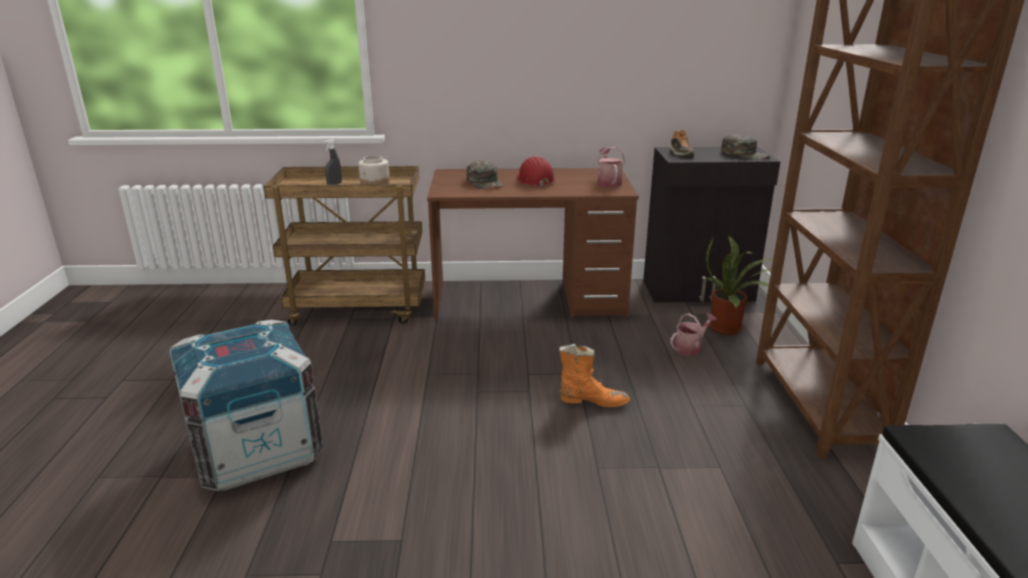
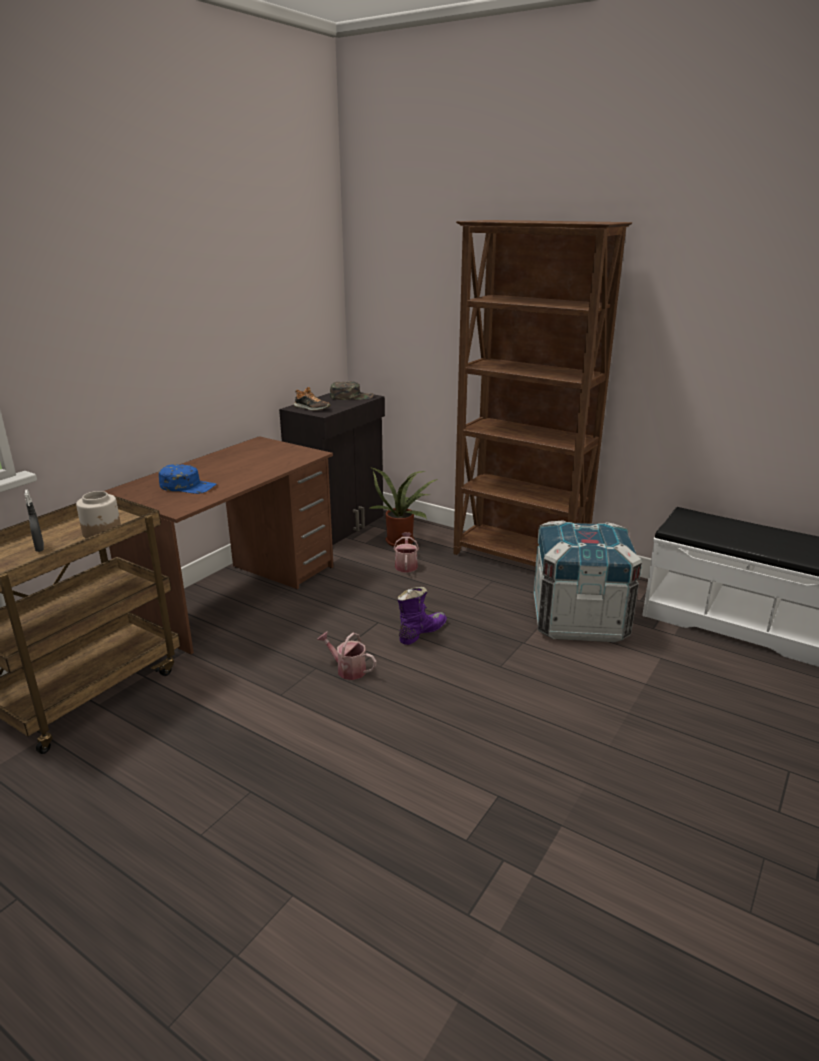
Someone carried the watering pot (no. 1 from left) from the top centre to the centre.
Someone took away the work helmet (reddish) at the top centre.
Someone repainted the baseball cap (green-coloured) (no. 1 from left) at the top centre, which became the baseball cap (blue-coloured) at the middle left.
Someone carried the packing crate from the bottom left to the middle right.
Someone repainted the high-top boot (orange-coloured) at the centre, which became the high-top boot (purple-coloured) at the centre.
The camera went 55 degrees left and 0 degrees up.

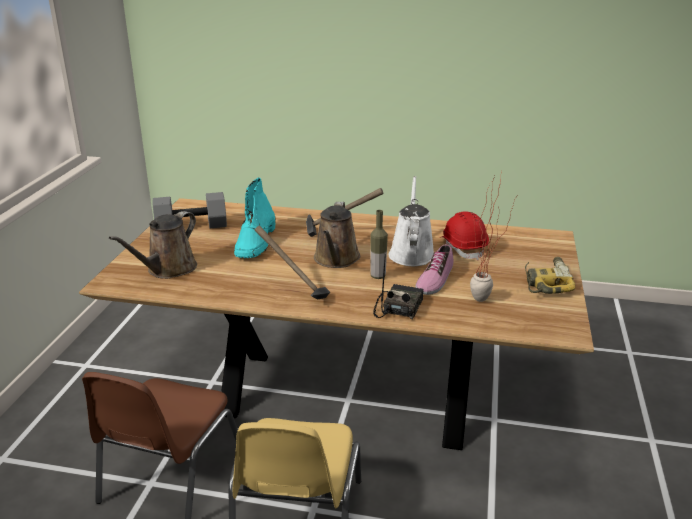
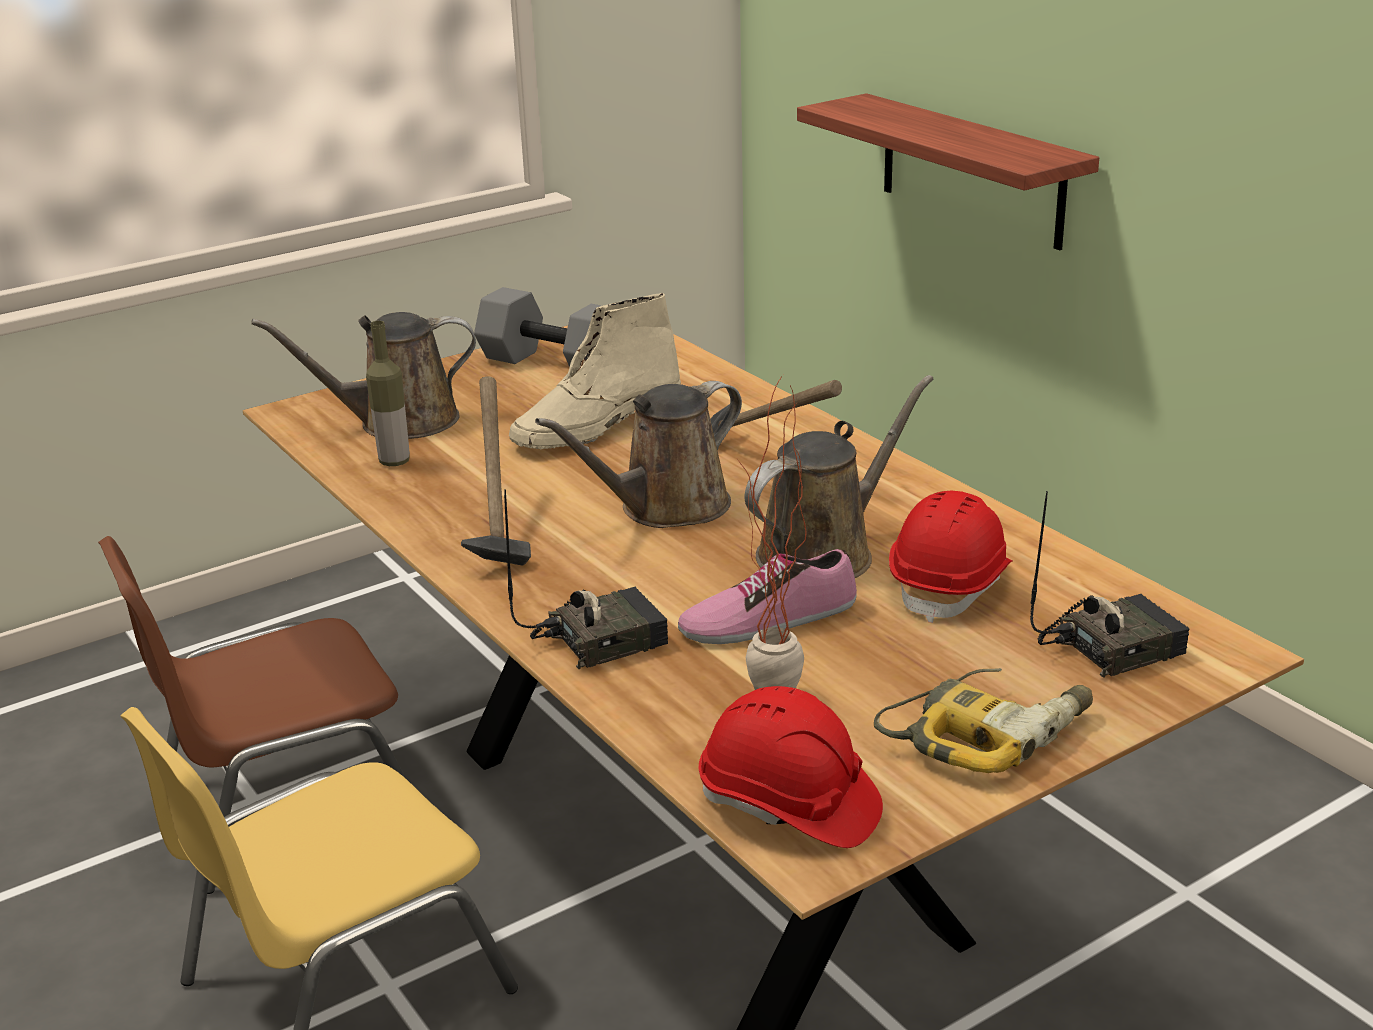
Someone repainted the watering pot (white) at the centre, which became the watering pot (brown-coloured) (no. 3 from left) at the centre.
Someone repainted the high-top boot (blue-green) at the centre, which became the high-top boot (beige) at the centre.
Someone carried the drink bottle from the centre to the middle left.
Someone put up the shelf at the top right.
Someone put down the radio set (no. 2 from left) at the middle right.
Someone put down the work helmet (reddish) (no. 1 from left) at the bottom centre.
The camera went 45 degrees right and 0 degrees up.

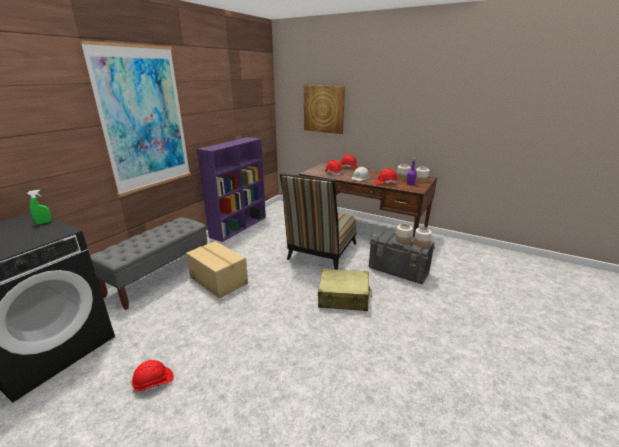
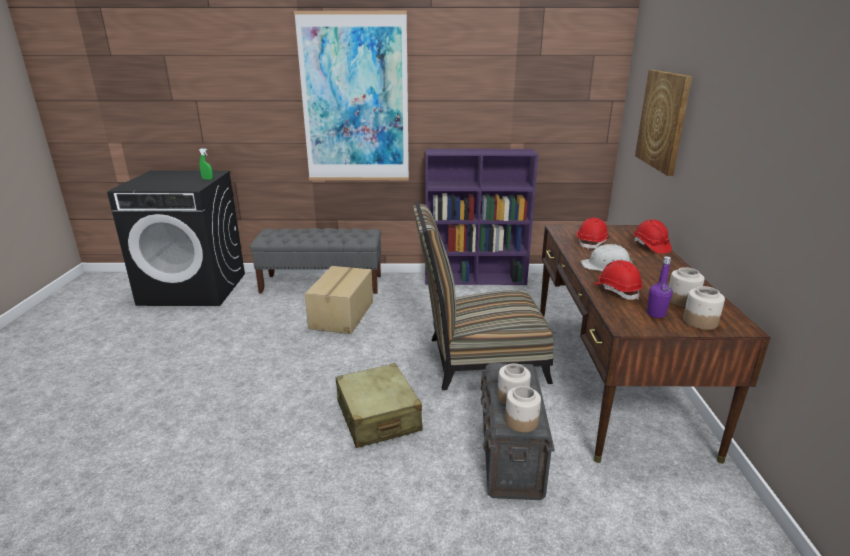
Someone took away the work helmet (reddish) (no. 1 from left) at the bottom left.
The camera went 60 degrees right and 0 degrees up.

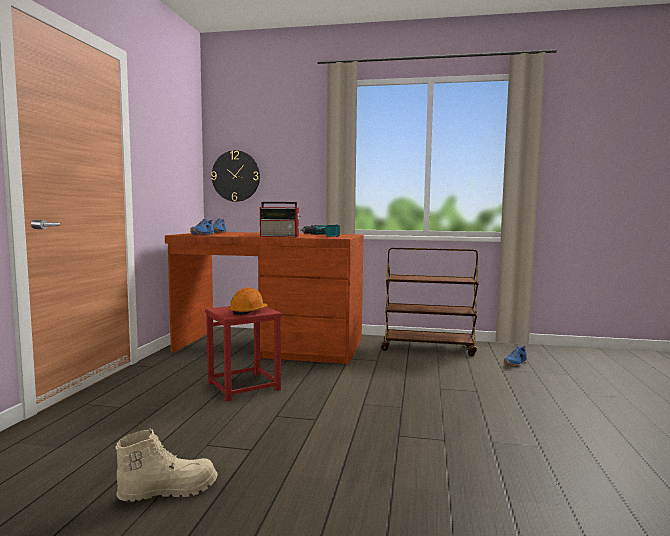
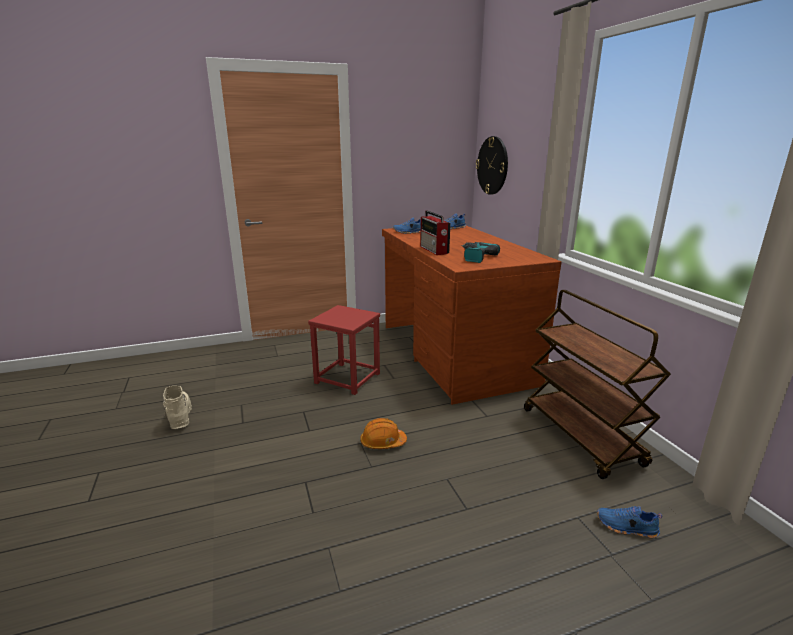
Someone carried the work helmet (orange-coloured) from the centre to the bottom centre.
Someone rotated the high-top boot (beige) at the bottom left by 150 degrees counterclockwise.
The camera went 60 degrees right and 15 degrees up.

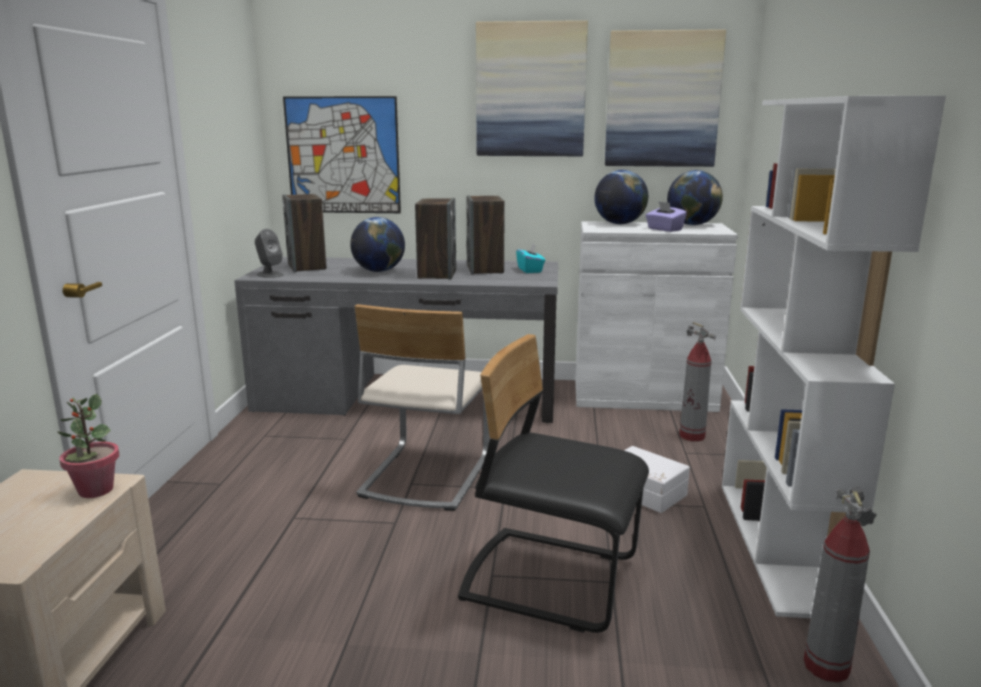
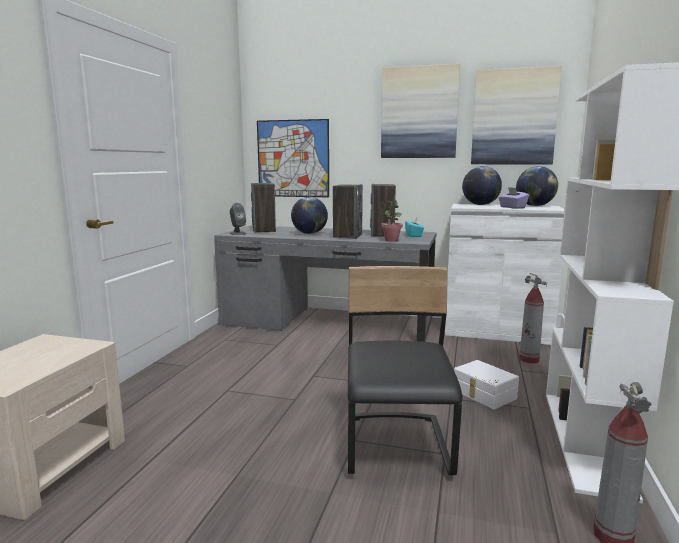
Someone took away the chair (beige) at the centre.
Someone rotated the chair (black-coloured) at the bottom centre by 60 degrees clockwise.
Someone carried the houseplant from the middle left to the centre.
The camera went 10 degrees right and 5 degrees down.

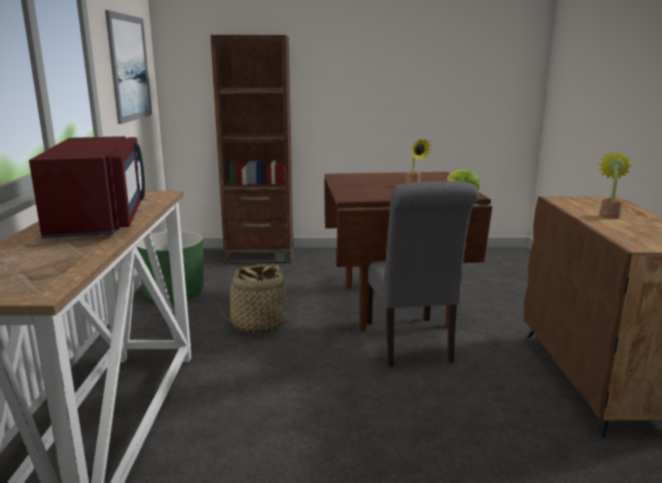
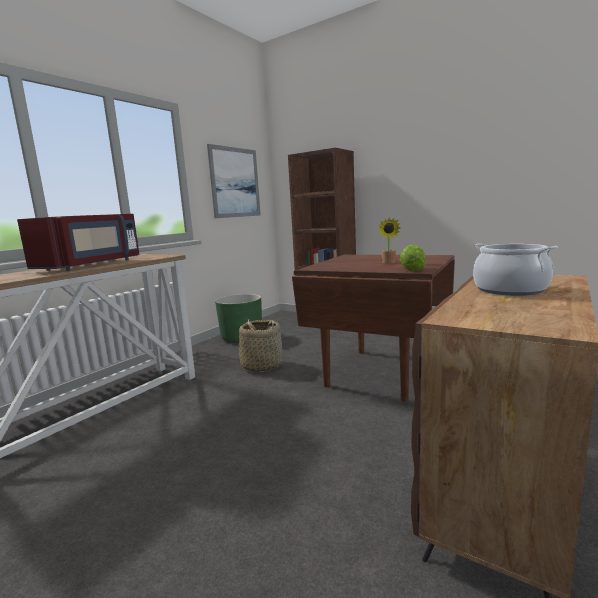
Someone swapped the houseplant (no. 2 from left) at the middle right for the cooking pot at the middle right.
Someone took away the chair (greyish) at the centre.
The camera went 35 degrees right and 5 degrees down.

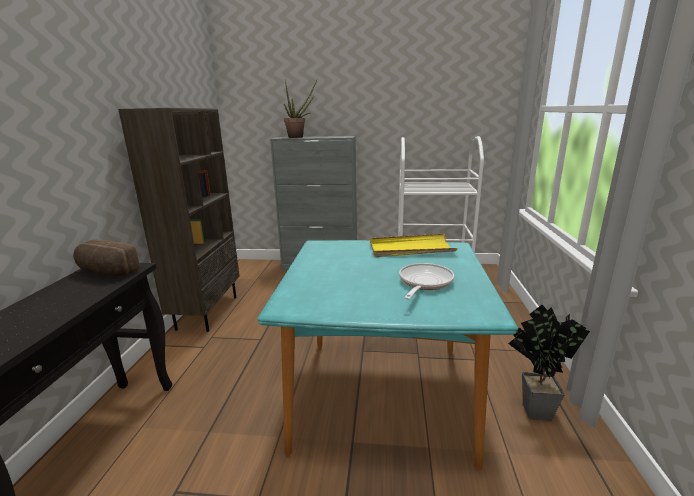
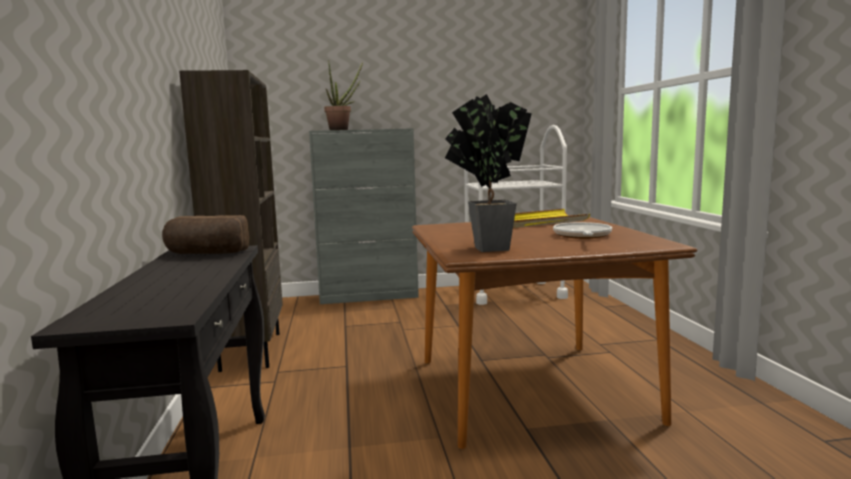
Someone repainted the dinner table (blue-green) at the bottom centre, which became the dinner table (brown-coloured) at the bottom centre.
Someone carried the houseplant (no. 2 from left) from the bottom right to the centre.
The camera went 15 degrees left and 10 degrees down.

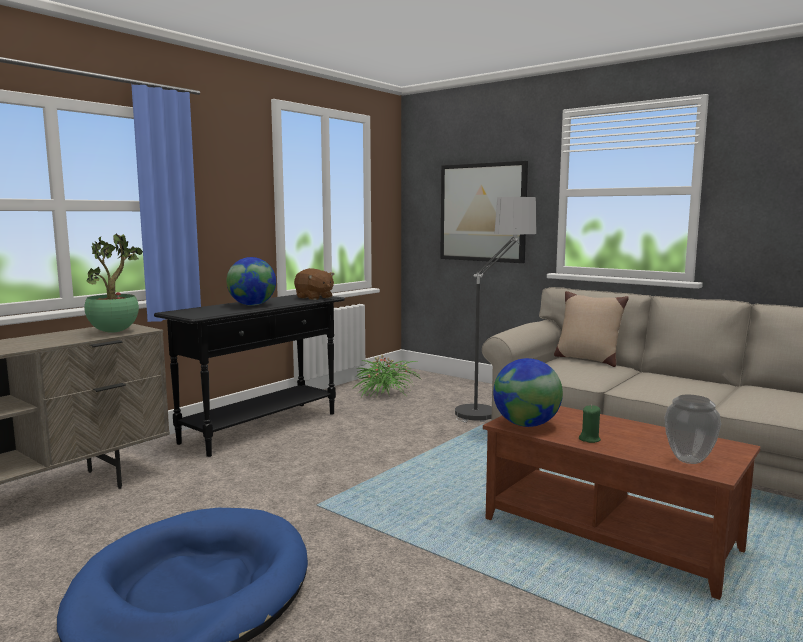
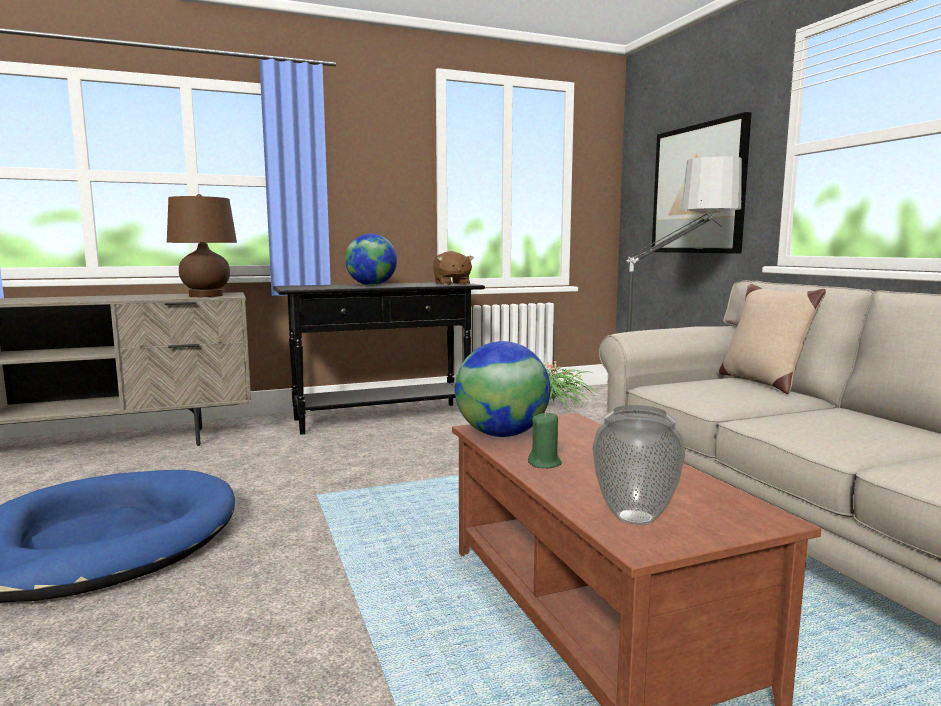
Someone swapped the houseplant (no. 1 from left) at the middle left for the lamp for a table (brown-coloured) at the middle left.
The camera went 30 degrees right and 0 degrees up.

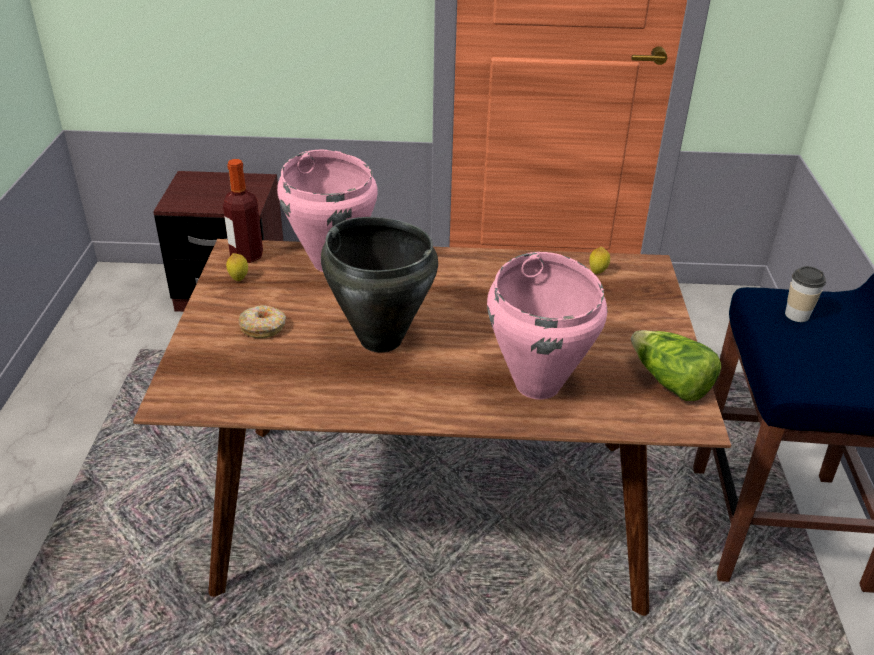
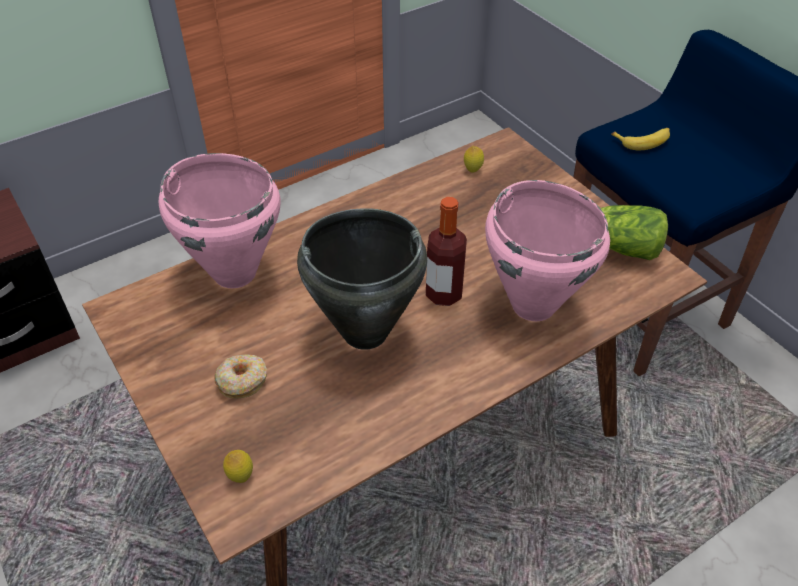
Someone carried the drink bottle from the top left to the centre.
Someone carried the citrus fruit (no. 1 from left) from the middle left to the bottom left.
Someone swapped the small cup at the middle right for the whole banana at the top right.
The camera went 35 degrees left and 10 degrees up.

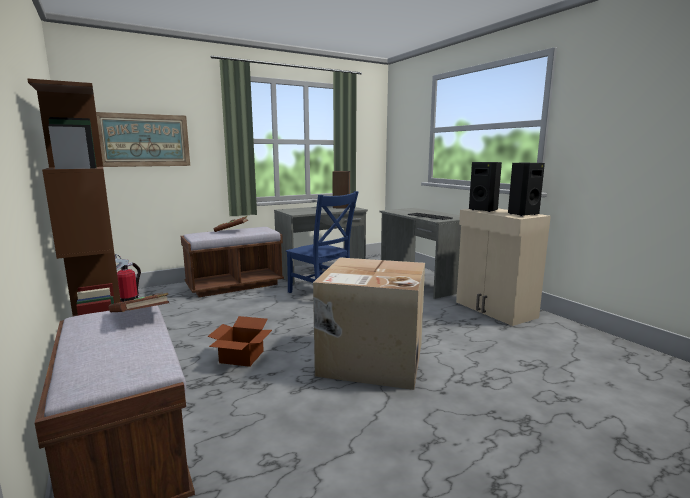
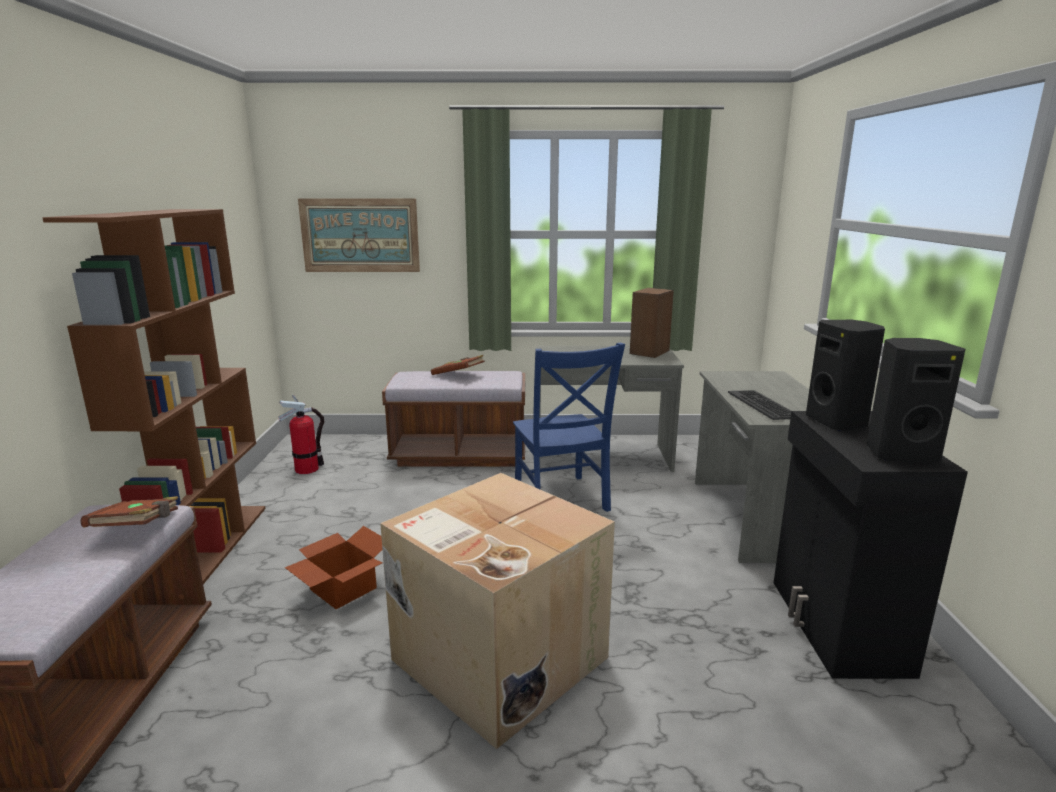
Someone repainted the cabinet (beige) at the middle right, which became the cabinet (black-coloured) at the bottom right.
The camera went 30 degrees right and 5 degrees up.

